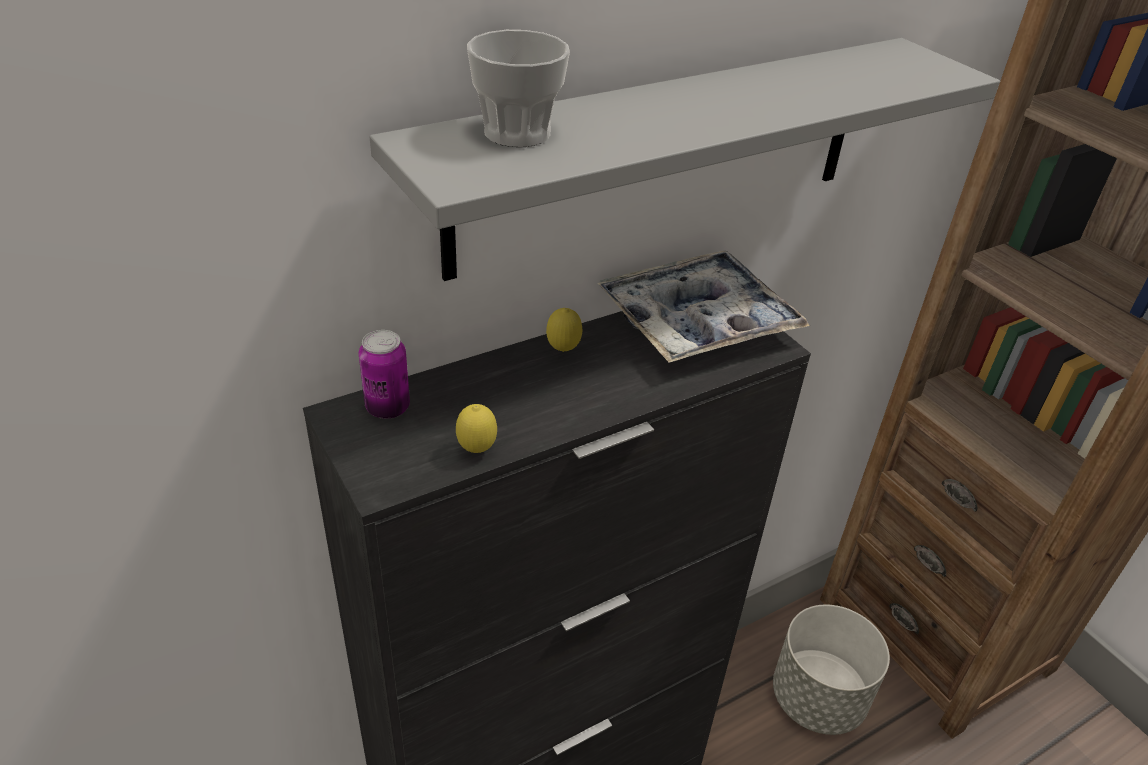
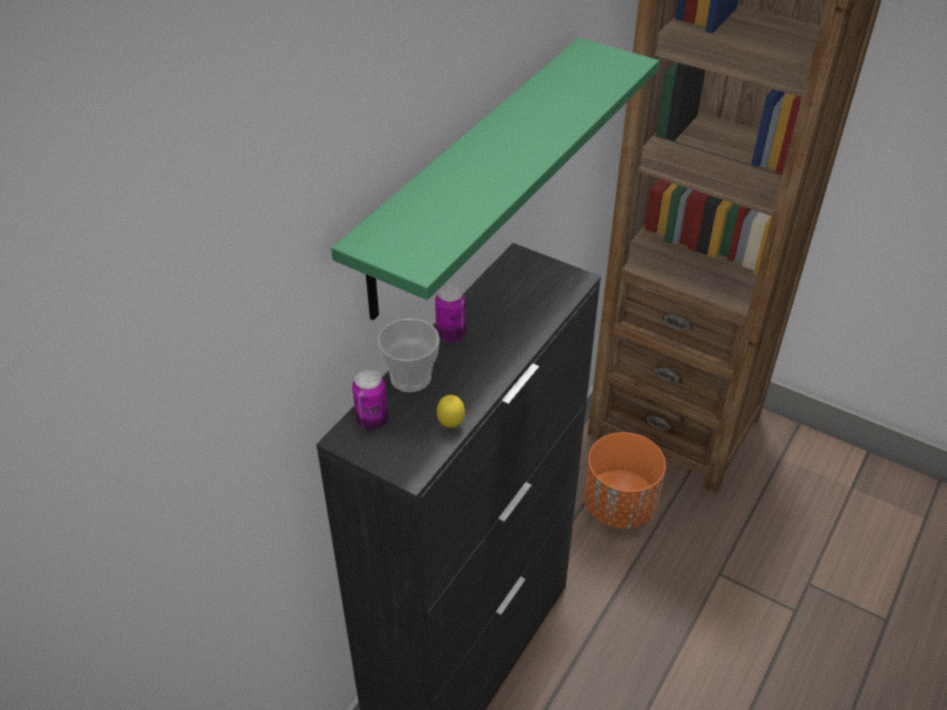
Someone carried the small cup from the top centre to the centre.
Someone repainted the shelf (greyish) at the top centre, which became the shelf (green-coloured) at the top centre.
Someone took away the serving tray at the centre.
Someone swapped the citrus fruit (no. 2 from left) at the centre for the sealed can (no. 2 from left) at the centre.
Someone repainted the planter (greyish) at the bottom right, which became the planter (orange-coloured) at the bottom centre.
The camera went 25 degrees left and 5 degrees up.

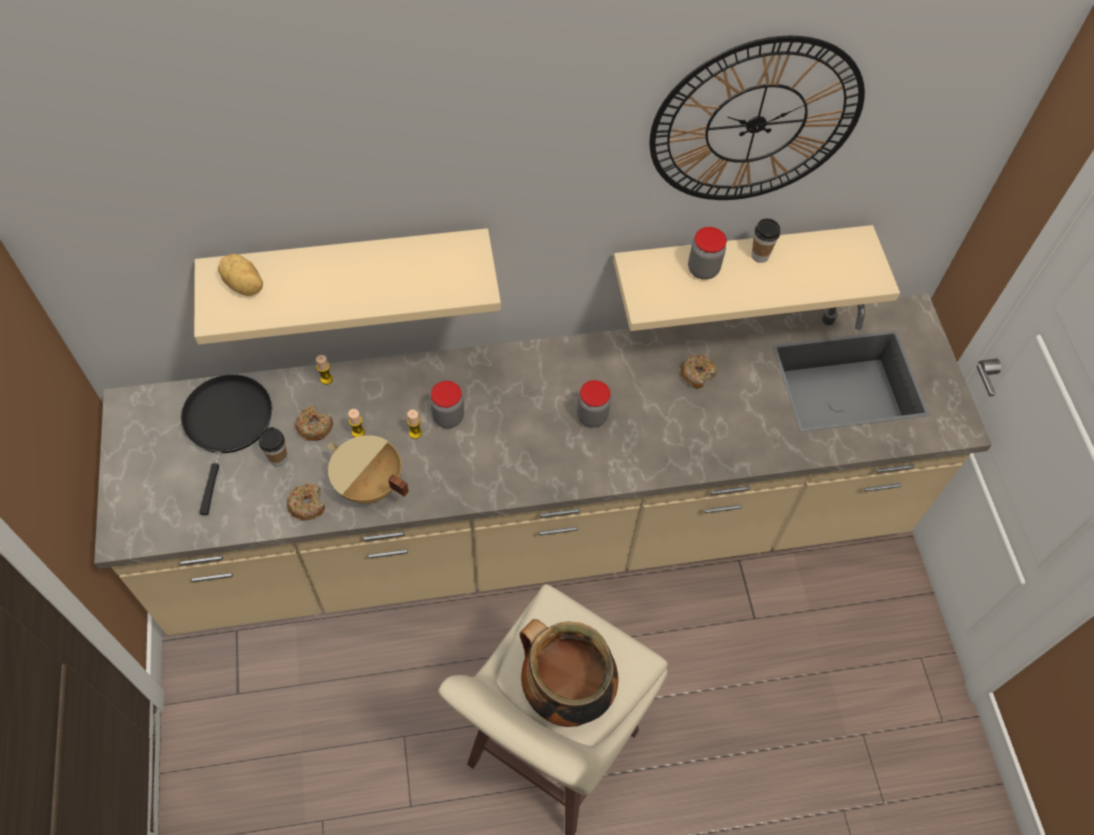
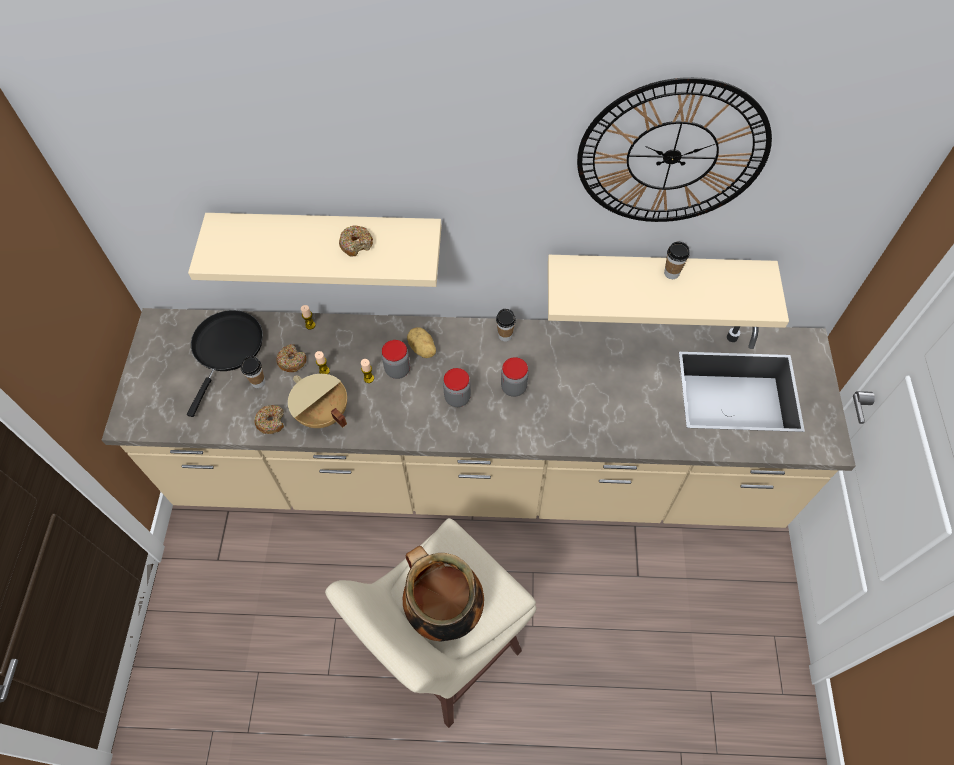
Someone carried the storage jar (no. 3 from left in the first image) from the top centre to the centre.
Someone carried the whole potato from the top left to the centre.
Someone carried the ring doughnut (no. 3 from left) from the centre to the top centre.
Someone put down the small cup (no. 2 from left) at the centre.
The camera went 15 degrees right and 0 degrees up.

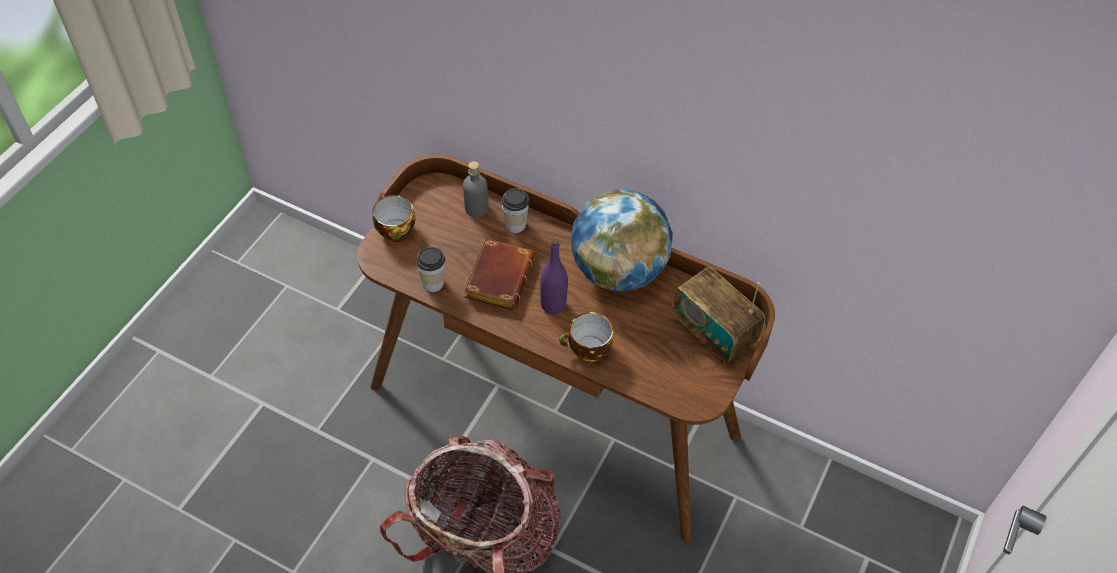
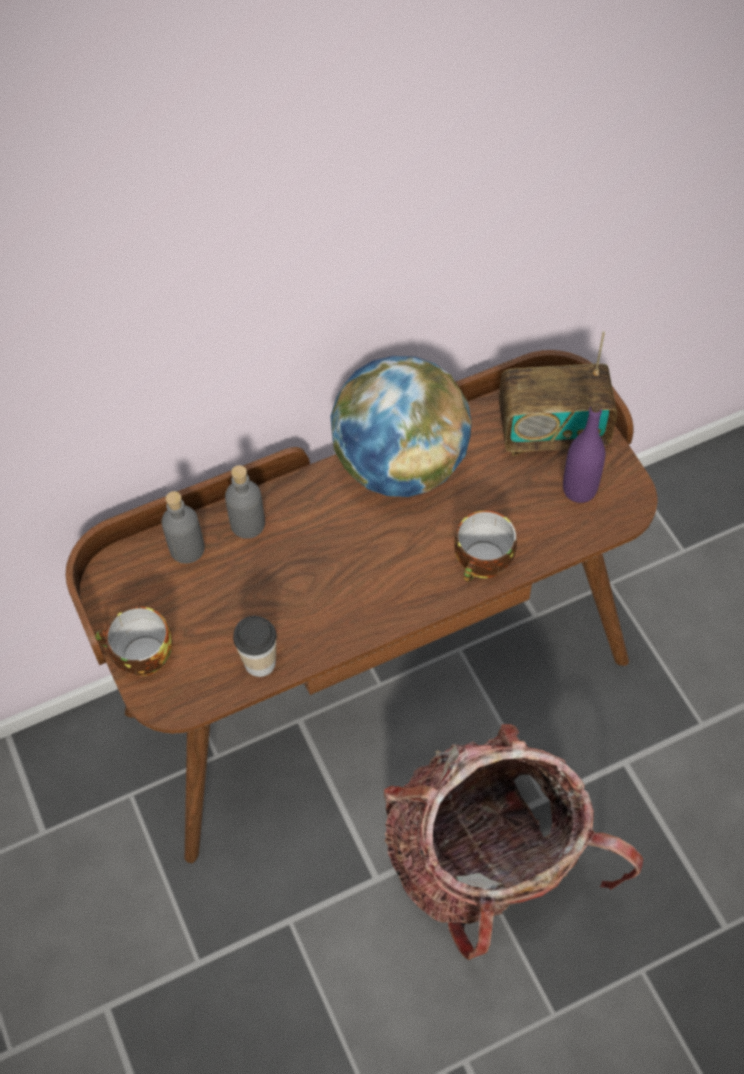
Someone swapped the small cup (no. 3 from left) at the centre for the drink bottle (greyish) (no. 2 from left) at the middle left.
Someone took away the book (brown-coloured) at the centre.
Someone carried the drink bottle (purple-coloured) from the centre to the middle right.
The camera went 50 degrees left and 5 degrees up.

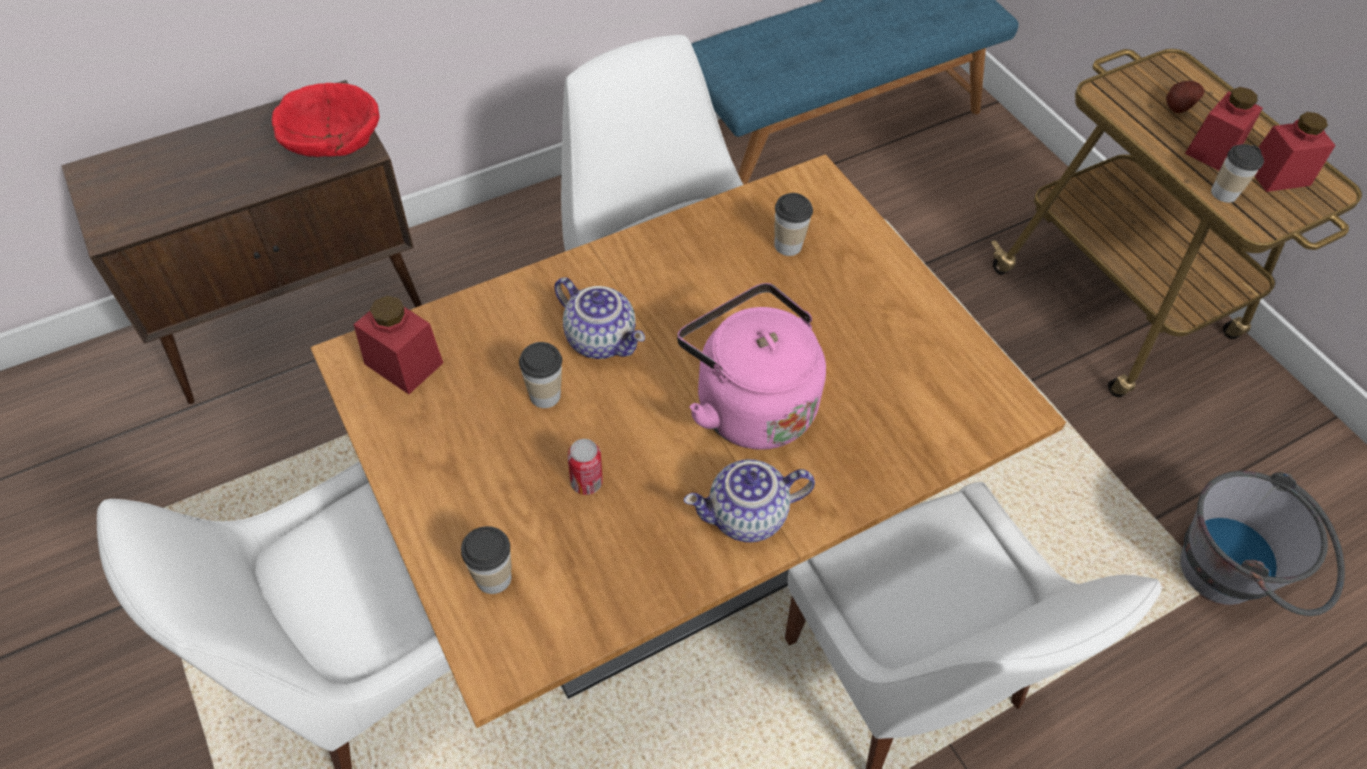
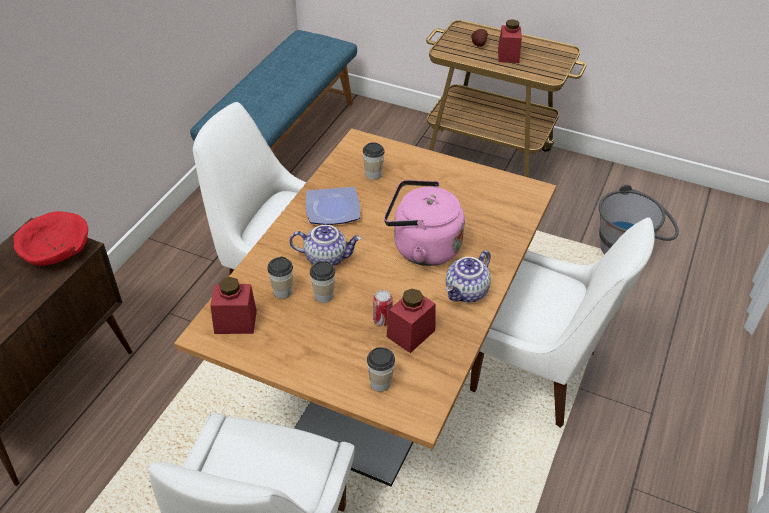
Someone carried the storage jar (reddish) (no. 3 from left in the first image) from the top right to the centre.
Someone carried the small cup (no. 4 from left in the first image) from the top right to the centre.
Someone put down the flat dish at the centre.
The camera went 35 degrees left and 10 degrees down.

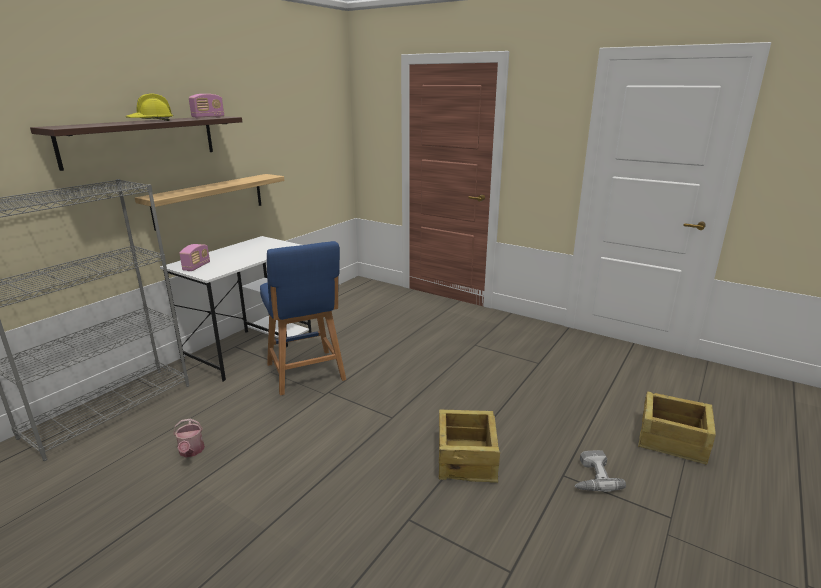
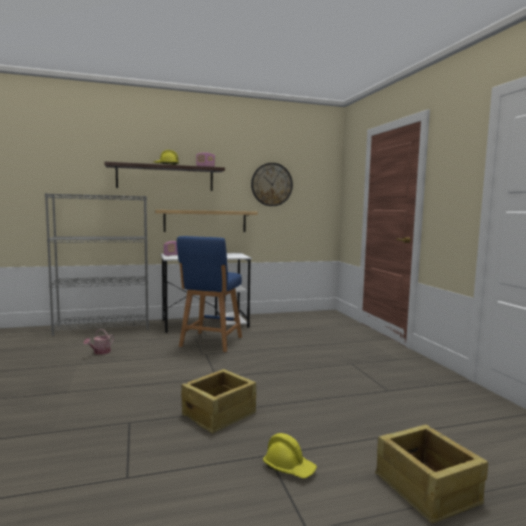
Someone swapped the electric drill at the bottom right for the work helmet (yellow-coloured) (no. 2 from left) at the bottom centre.
Someone put up the hanging clock at the centre.
The camera went 40 degrees right and 15 degrees down.

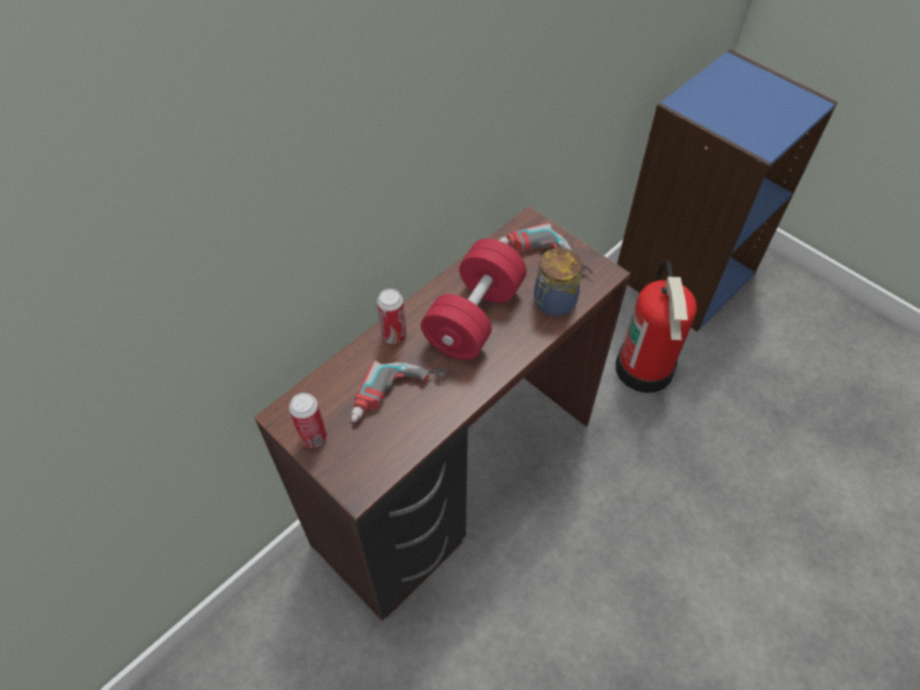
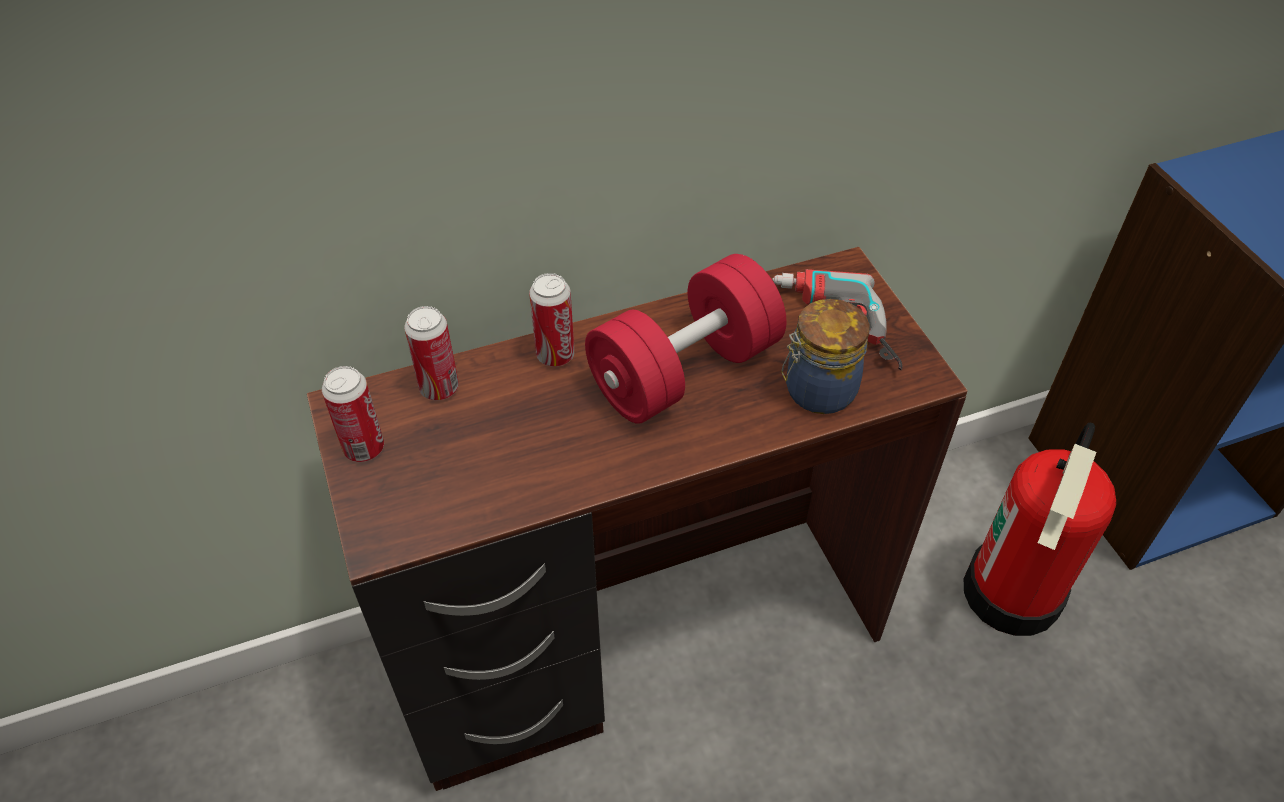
Someone took away the electric drill (no. 1 from left) at the centre.
Someone put down the sealed can (no. 2 from left) at the centre.
The camera went 25 degrees right and 5 degrees down.

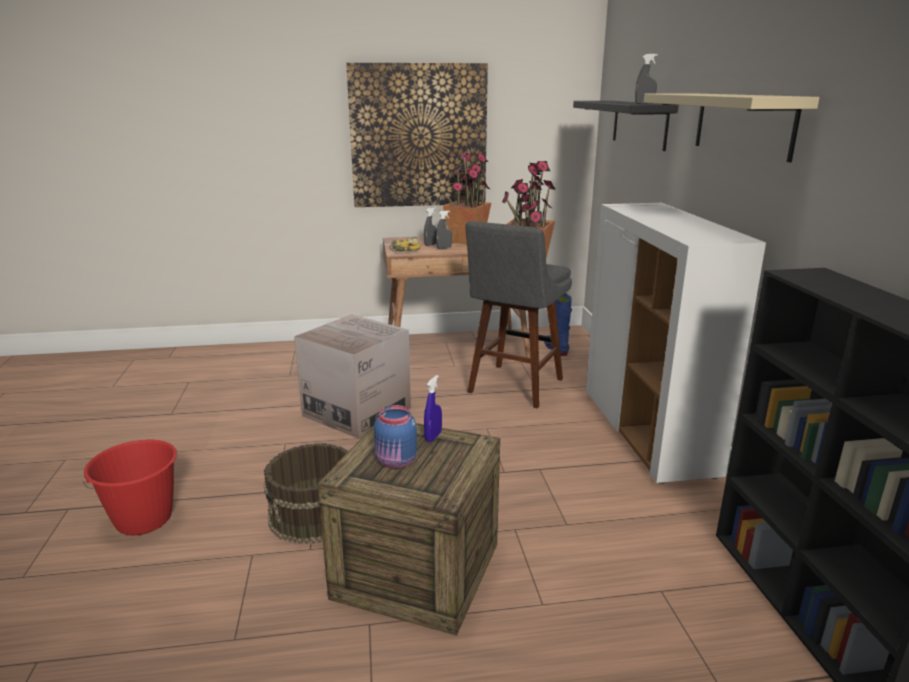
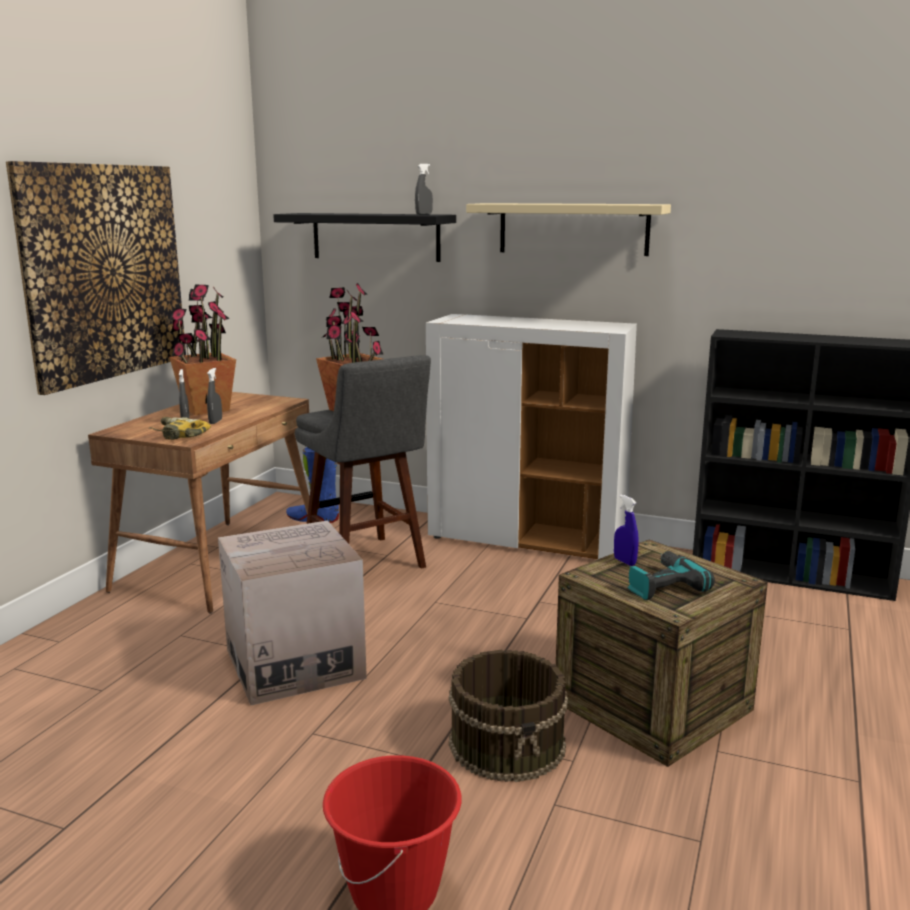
Someone swapped the storage jar (blue-coloured) at the centre for the electric drill (no. 2 from left) at the middle right.
The camera went 60 degrees left and 5 degrees down.

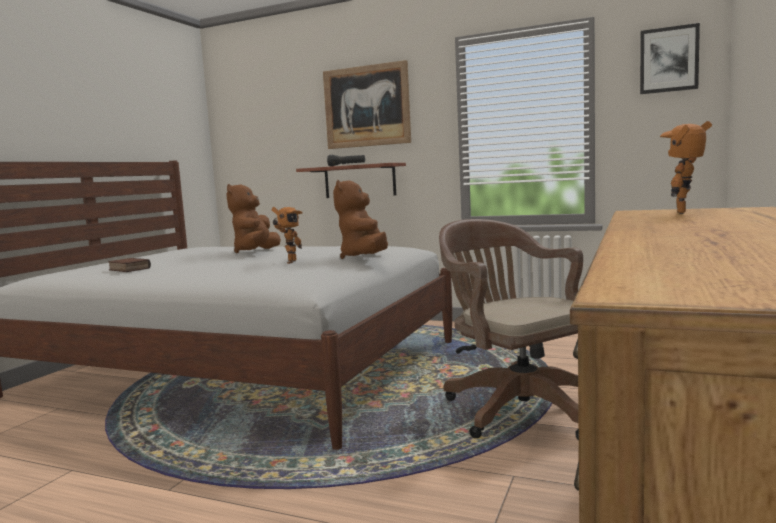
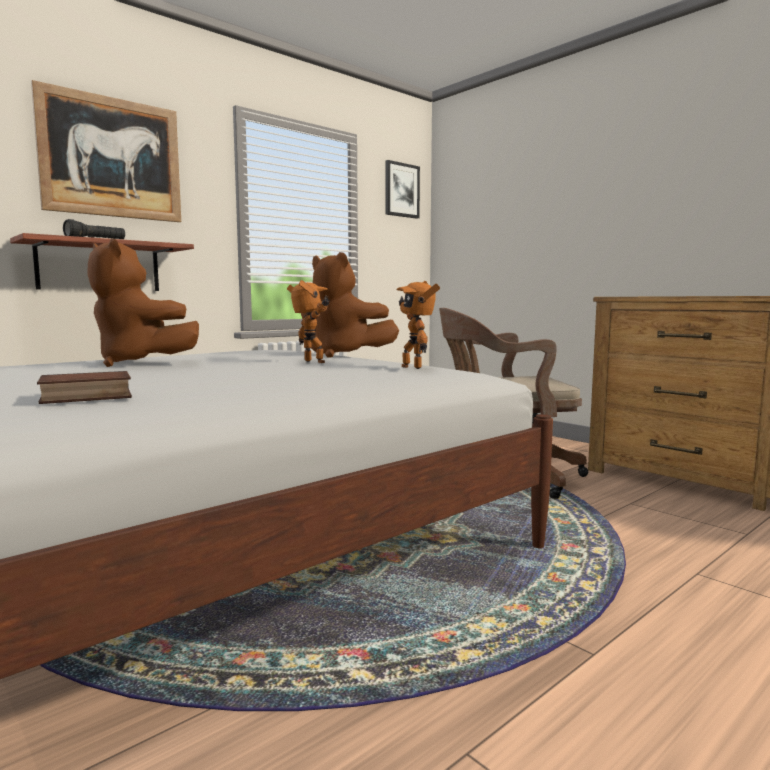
Someone carried the robot figure (no. 2 from left) from the top right to the centre.
The camera went 65 degrees left and 0 degrees up.

